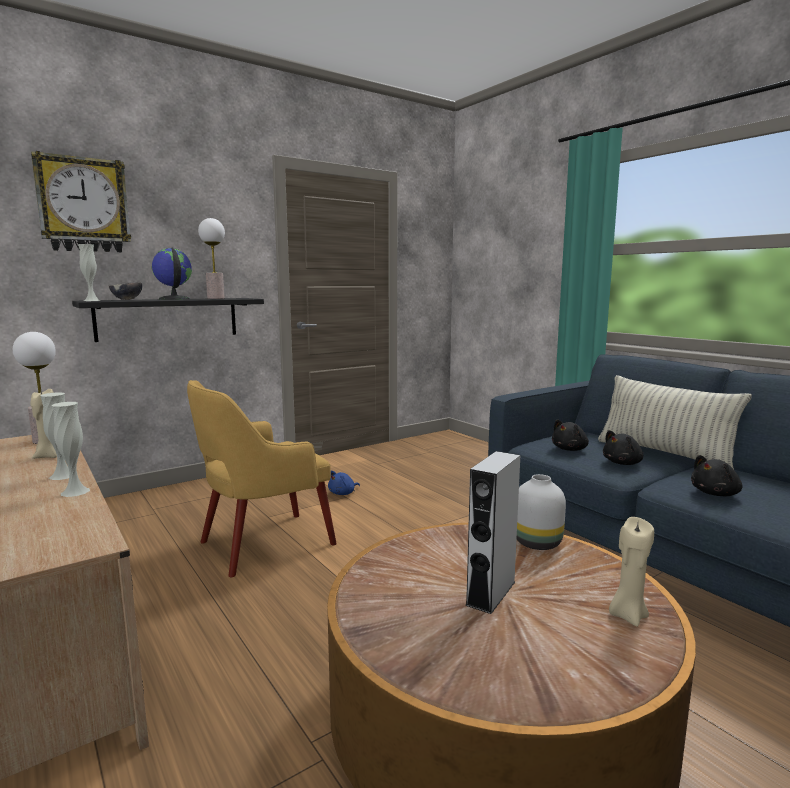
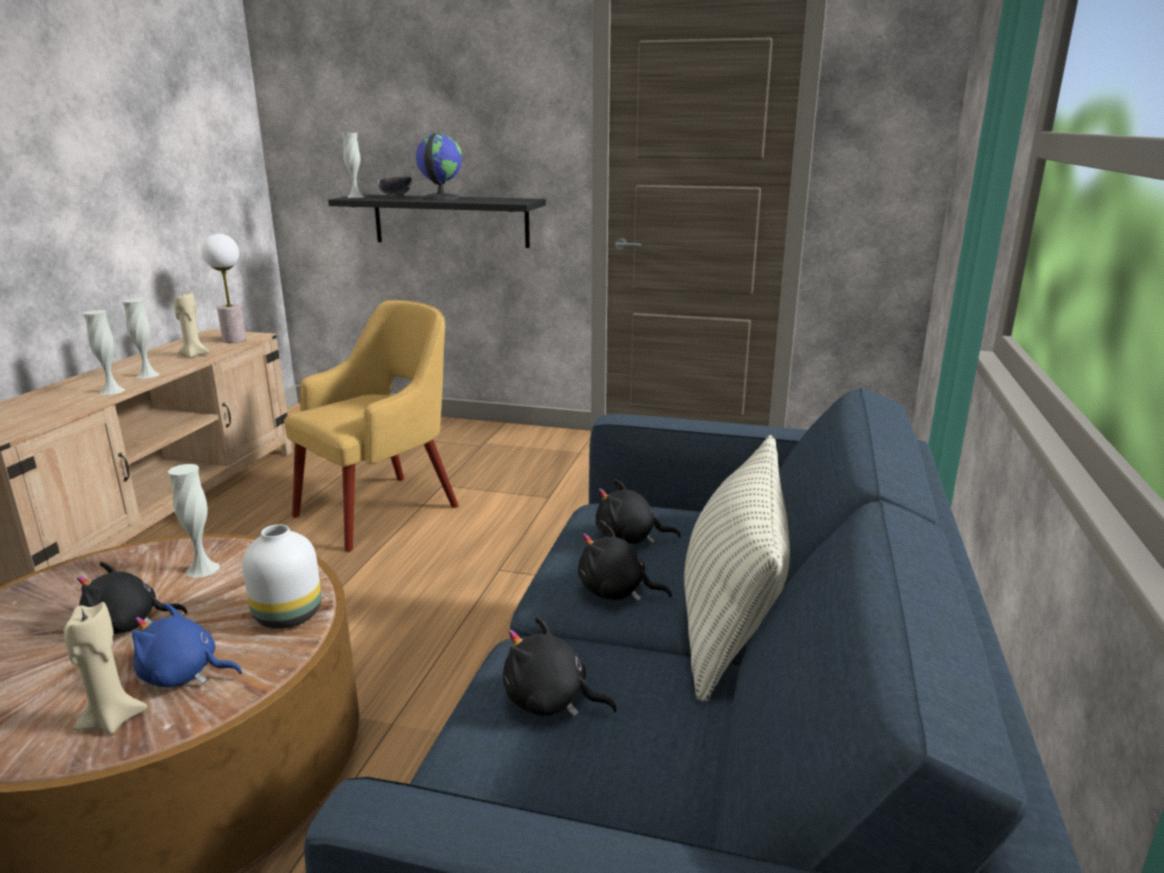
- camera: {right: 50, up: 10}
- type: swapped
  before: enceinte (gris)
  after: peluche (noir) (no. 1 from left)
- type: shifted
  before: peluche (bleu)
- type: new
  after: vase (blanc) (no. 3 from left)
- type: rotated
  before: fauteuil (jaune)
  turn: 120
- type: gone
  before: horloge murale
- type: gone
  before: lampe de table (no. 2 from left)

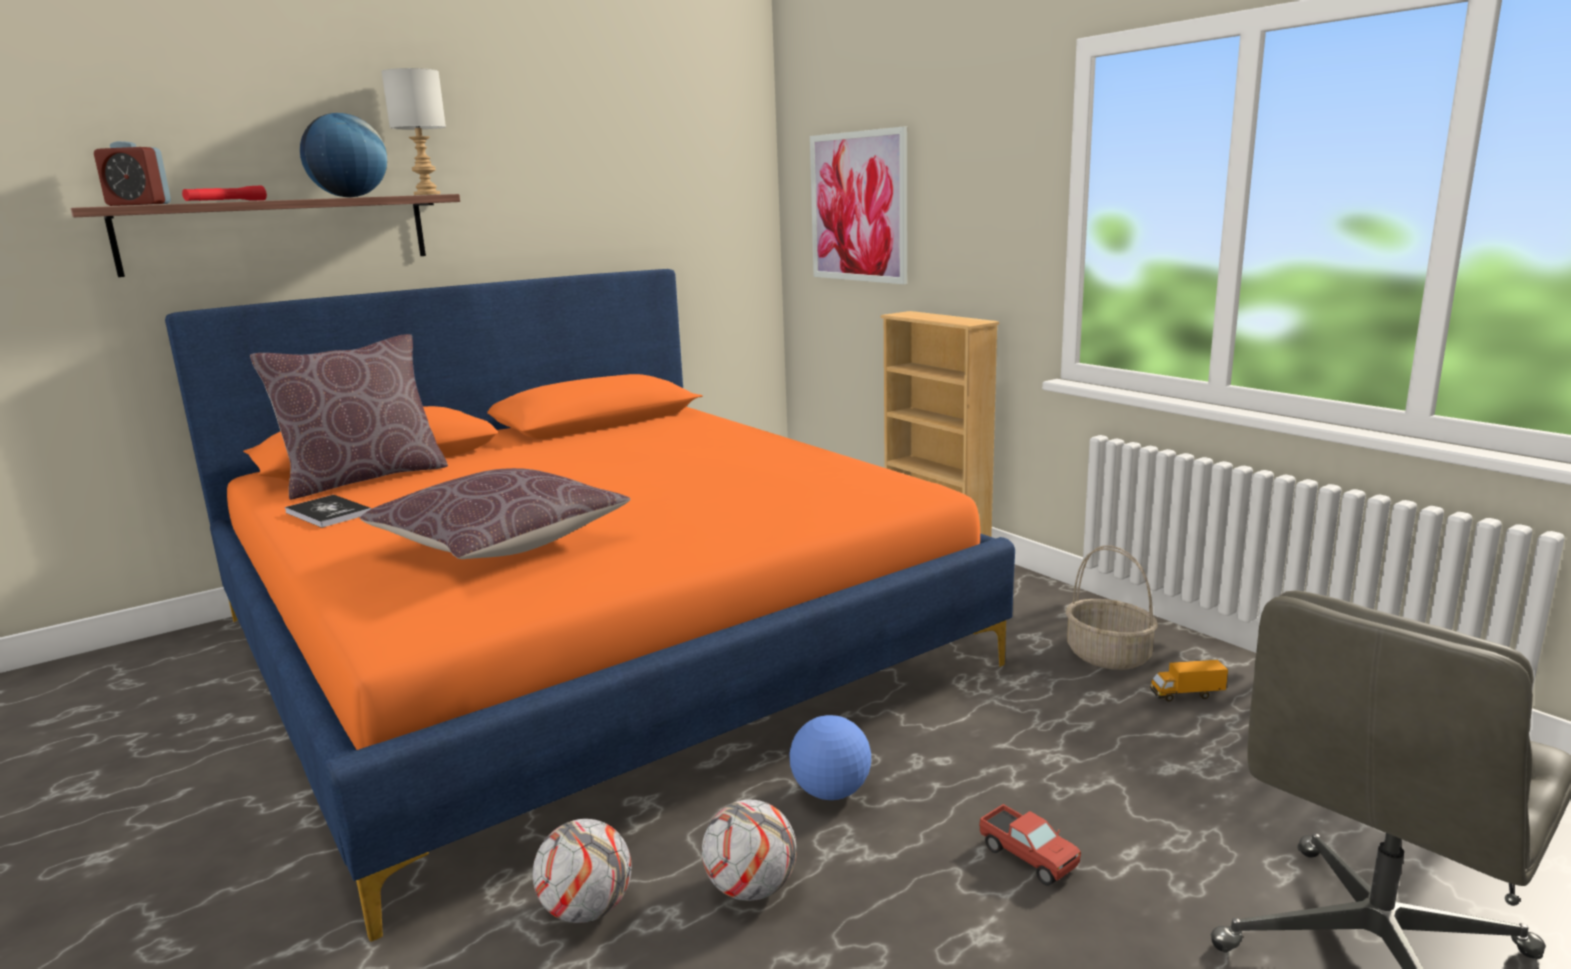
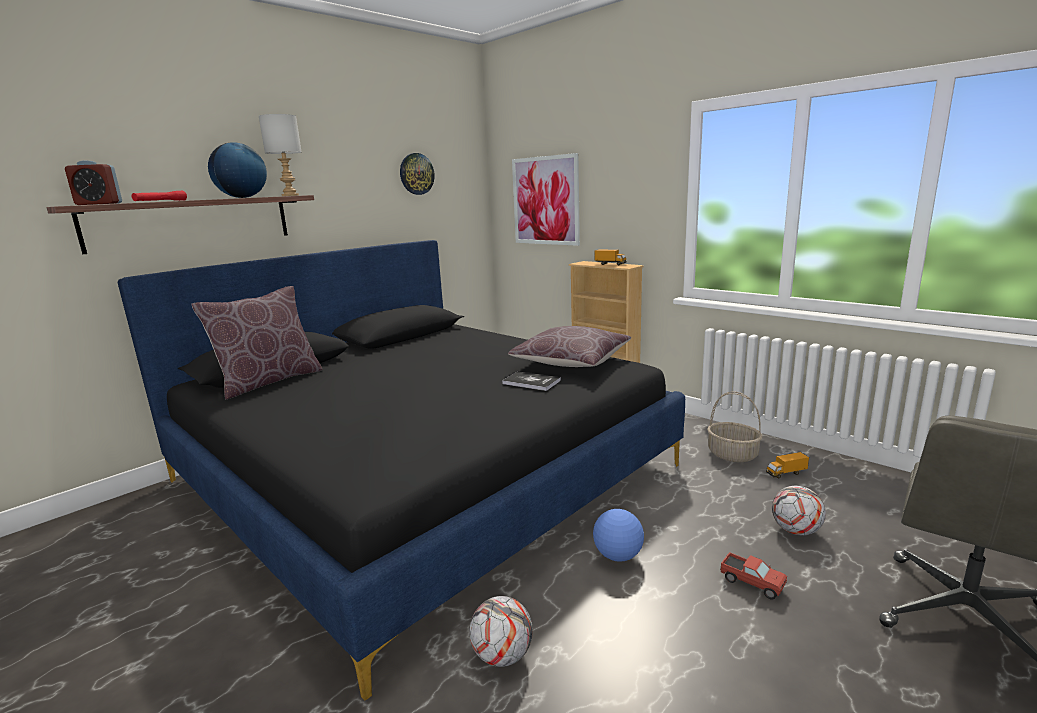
- camera: {right: -10, up: 0}
- type: repainted
  before: lit (orange)
  after: lit (noir)
- type: new
  after: horloge murale
- type: shifted
  before: livre
- type: shifted
  before: coussin (marron) (no. 2 from left)
- type: new
  after: camion jouet (no. 1 from left)
- type: shifted
  before: ballon de foot (no. 2 from left in the first image)
  after: ballon de foot (no. 3 from left)

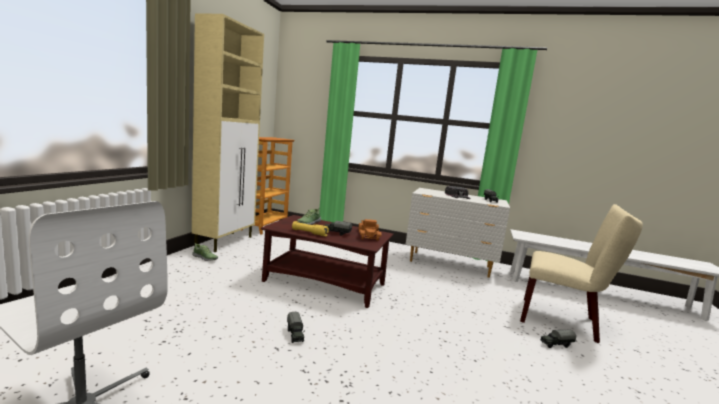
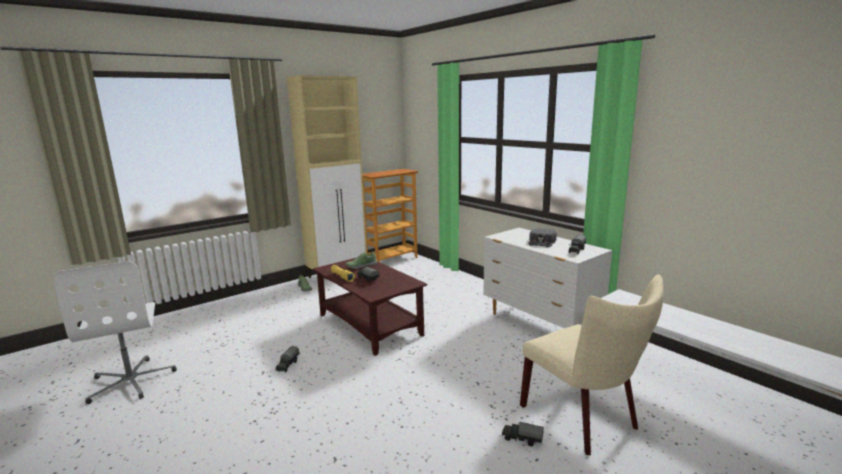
- camera: {right: 35, up: 5}
- type: gone
  before: camion jouet (no. 3 from left)

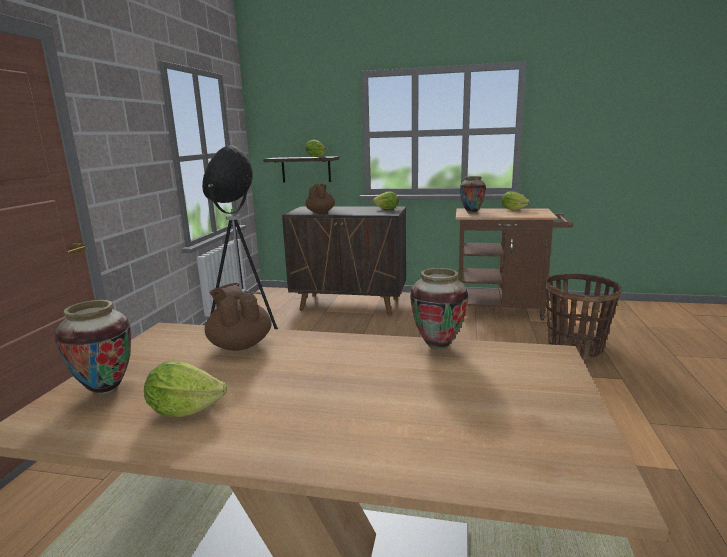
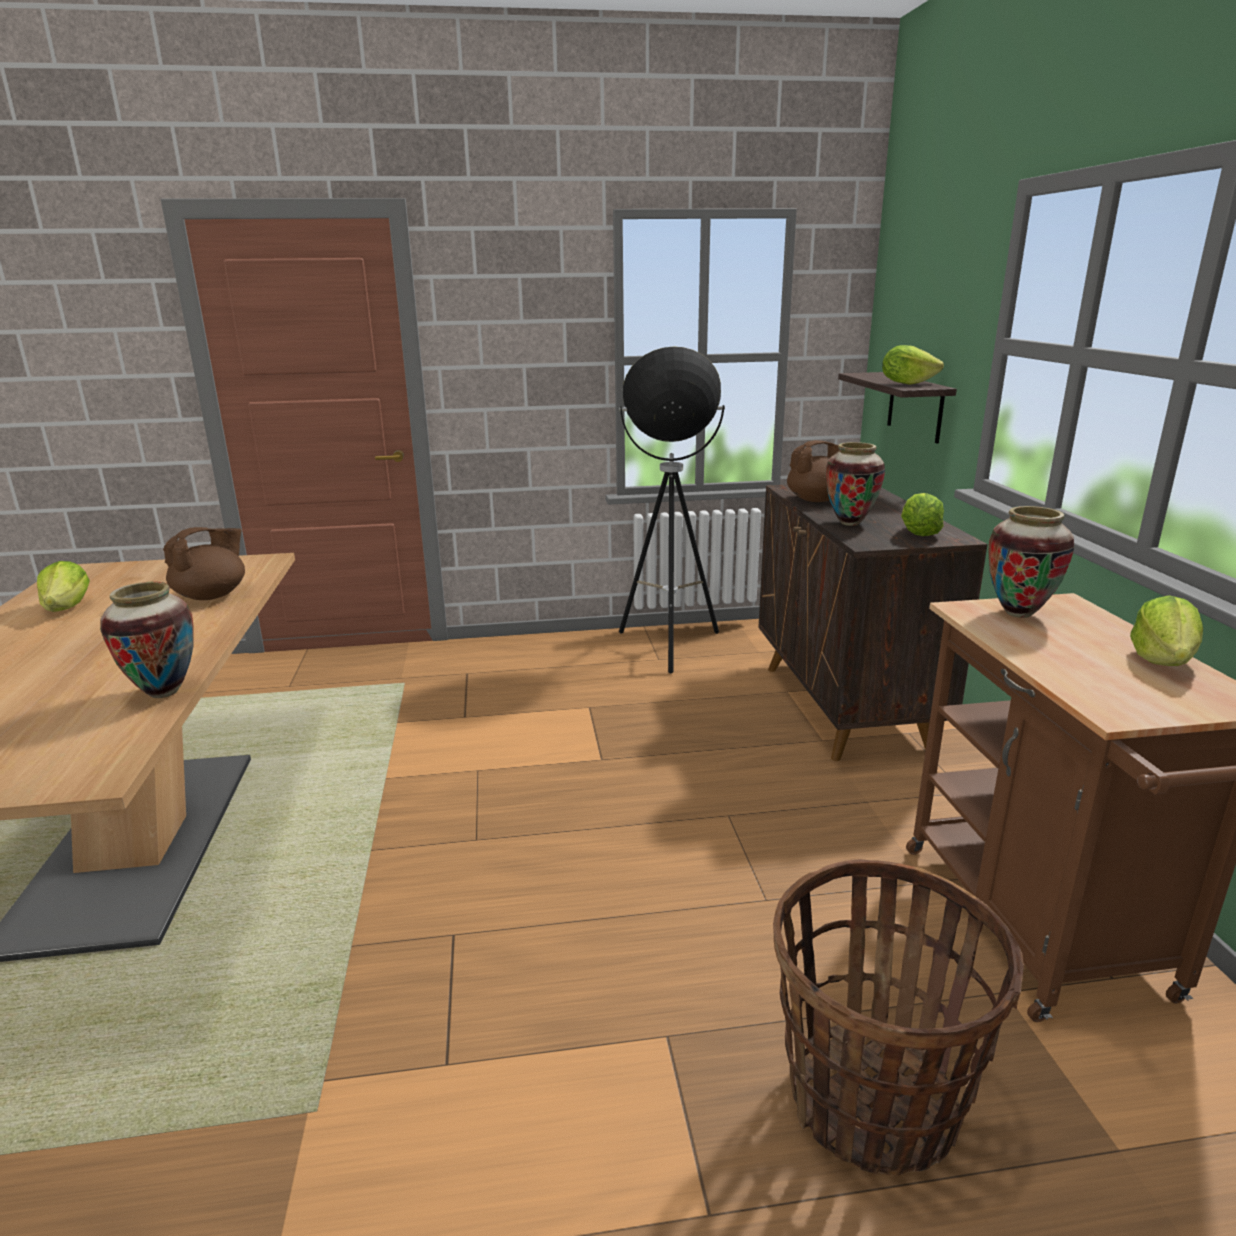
- camera: {right: 70, up: 5}
- type: shifted
  before: vase (no. 1 from left in the first image)
  after: vase (no. 2 from left)

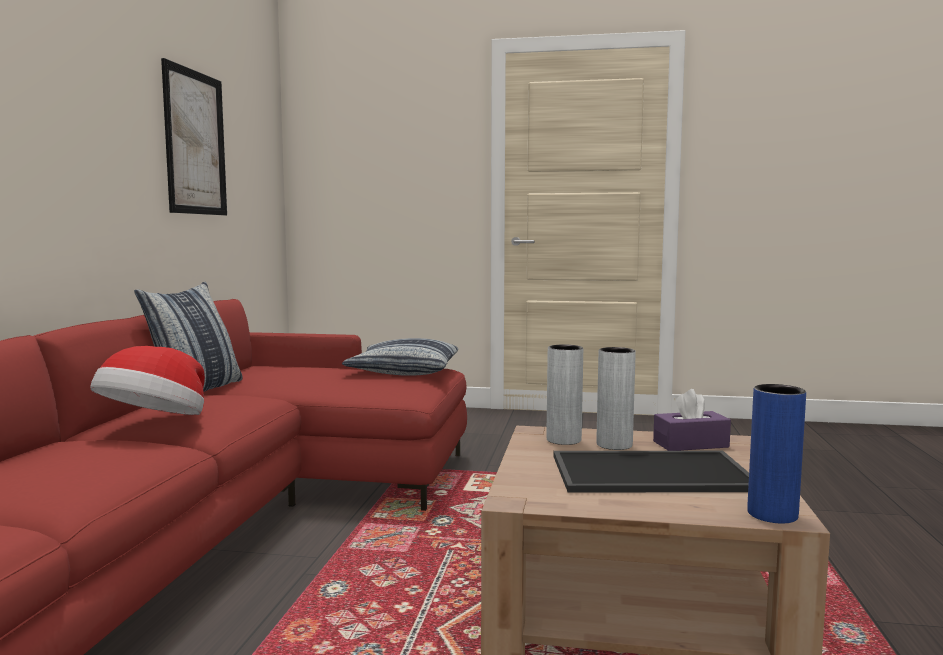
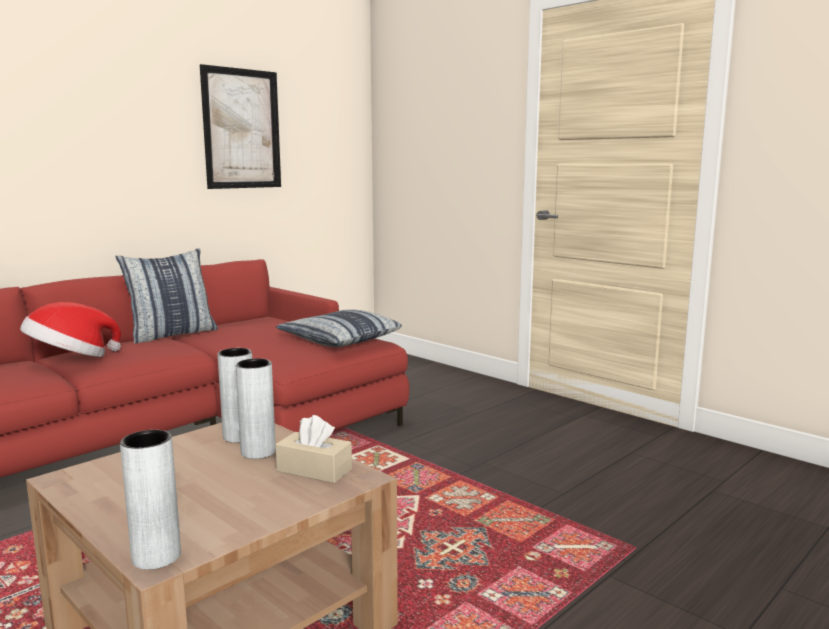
- camera: {right: 35, up: 5}
- type: repainted
  before: vase (bleu)
  after: vase (gris) (no. 1 from left)
- type: repainted
  before: boîte à mouchoirs (violet)
  after: boîte à mouchoirs (beige)
- type: gone
  before: plateau

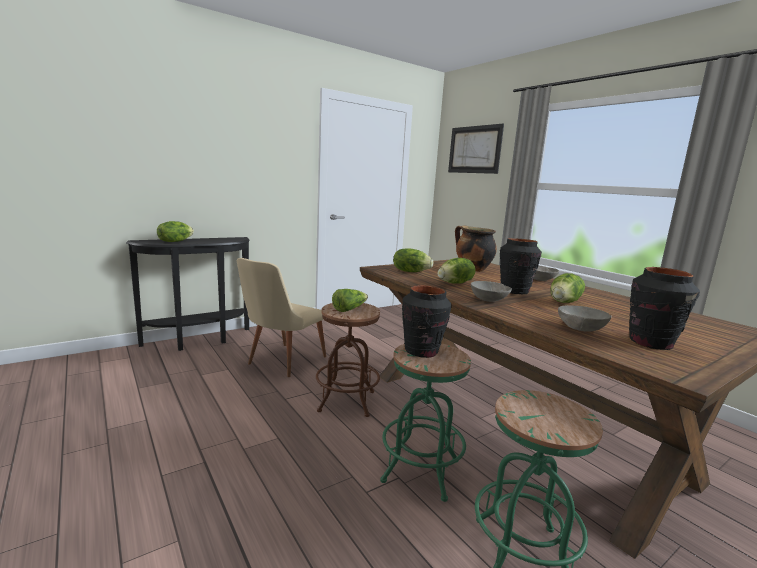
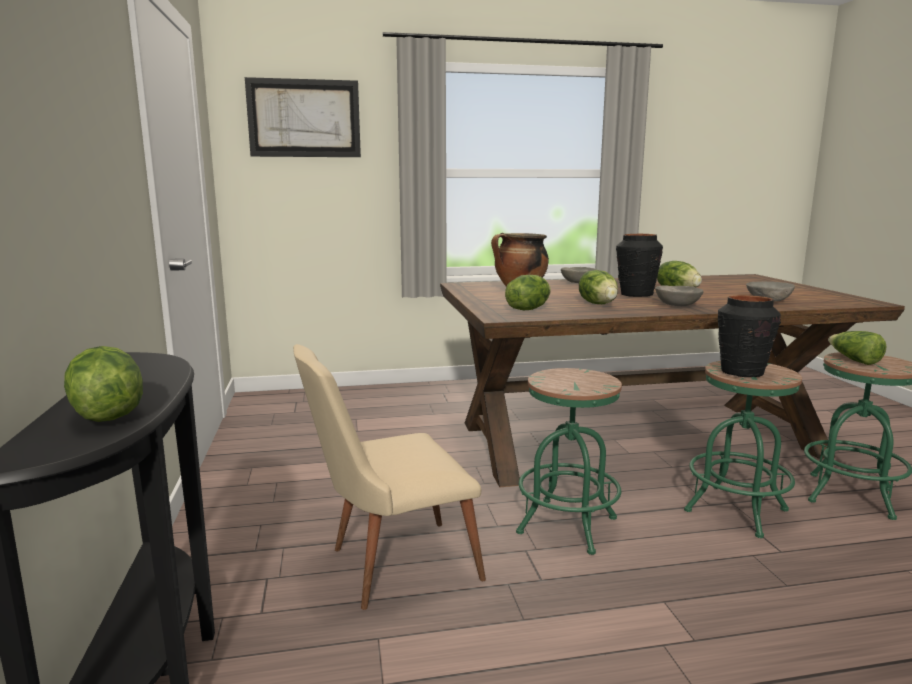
- camera: {right: -65, up: 0}
- type: rotated
  before: chaise (beige)
  turn: 105
- type: repainted
  before: tabouret (marron)
  after: tabouret (vert) (no. 1 from left)
- type: shifted
  before: laitue (no. 2 from left in the first image)
  after: laitue (no. 5 from left)
- type: gone
  before: vase (noir) (no. 3 from left)

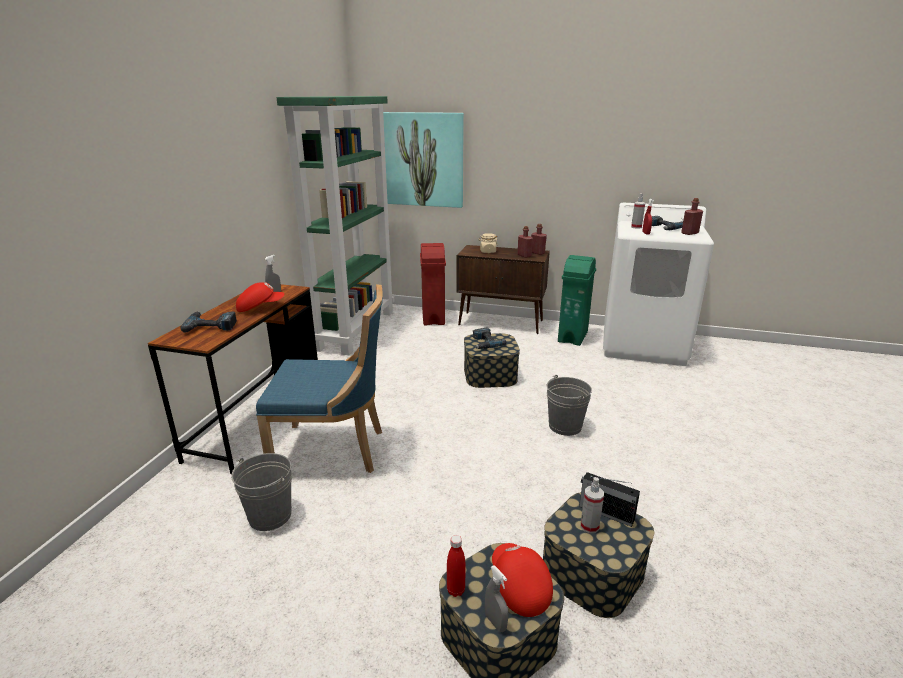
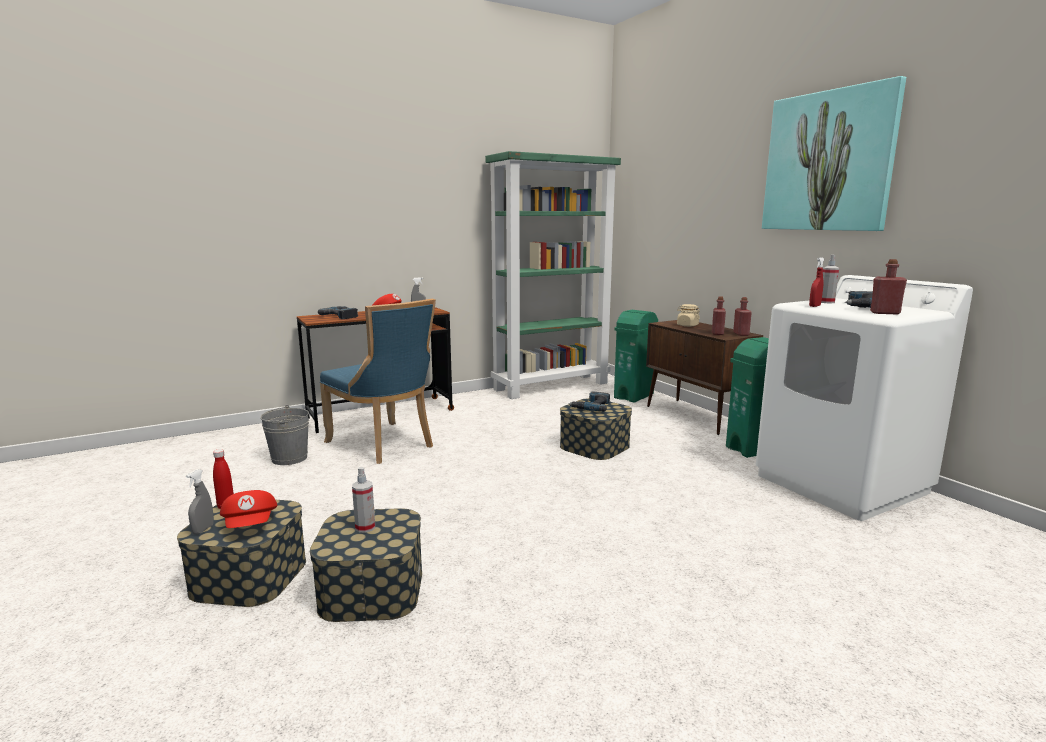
- camera: {right: 45, up: -10}
- type: rotated
  before: casquette (rouge) (no. 2 from left in the first image)
  turn: 135
- type: repainted
  before: poubelle (rouge)
  after: poubelle (vert) (no. 1 from left)
- type: shifted
  before: tableau
- type: gone
  before: seau (gris) (no. 2 from left)
- type: gone
  before: radio

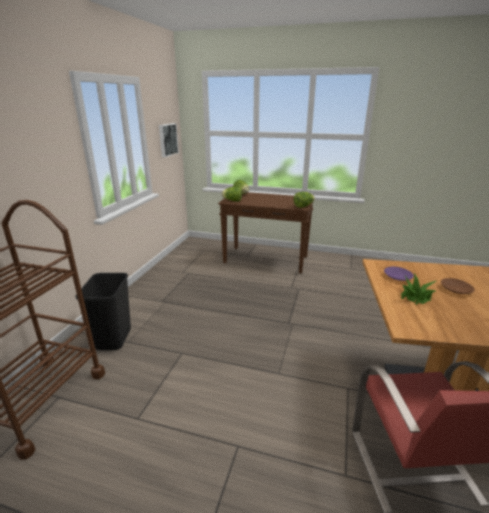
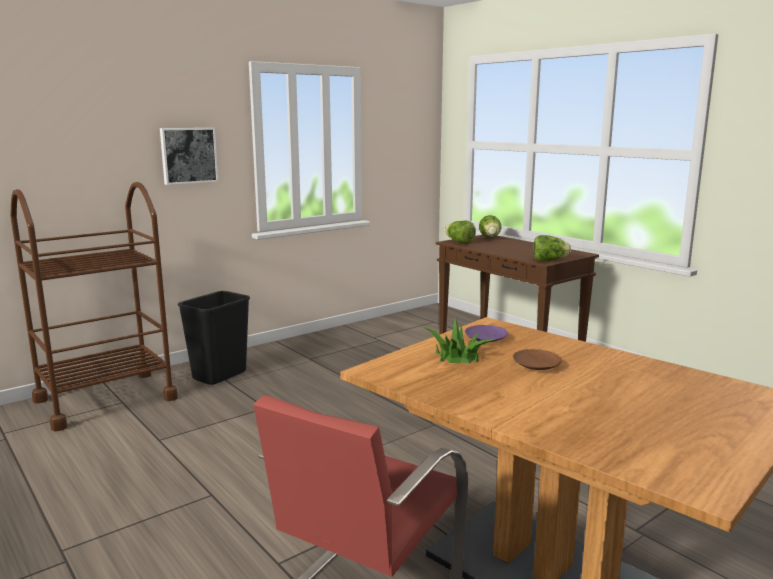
- camera: {right: 35, up: -10}
- type: shifted
  before: tableau

